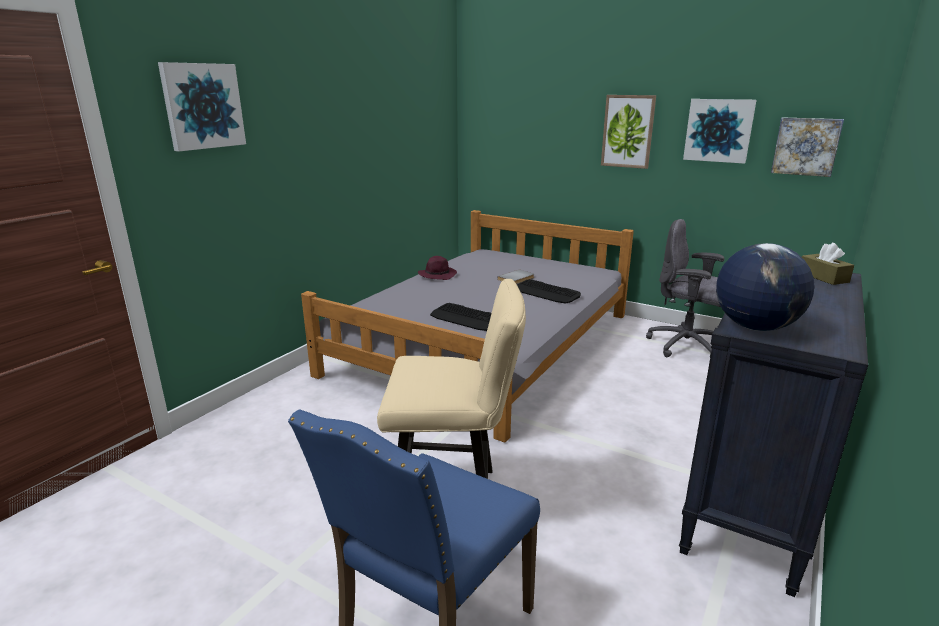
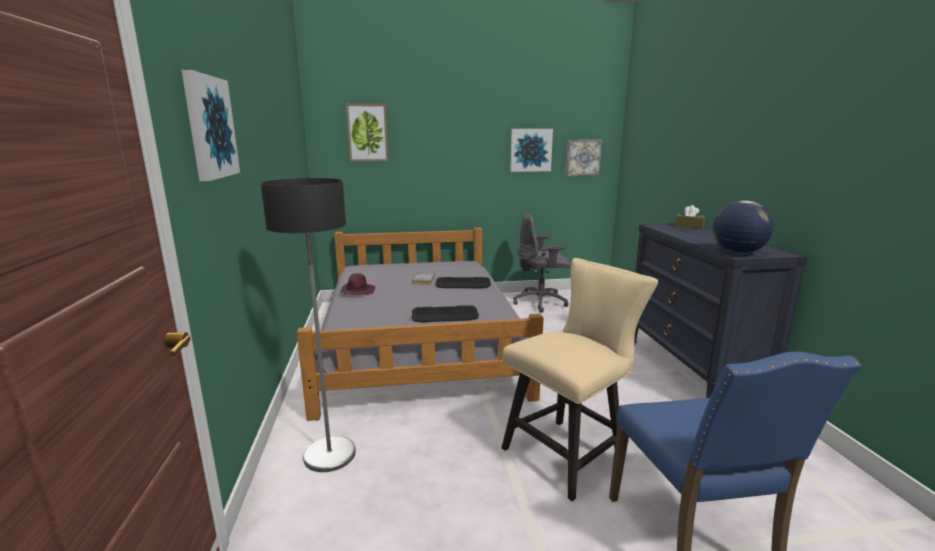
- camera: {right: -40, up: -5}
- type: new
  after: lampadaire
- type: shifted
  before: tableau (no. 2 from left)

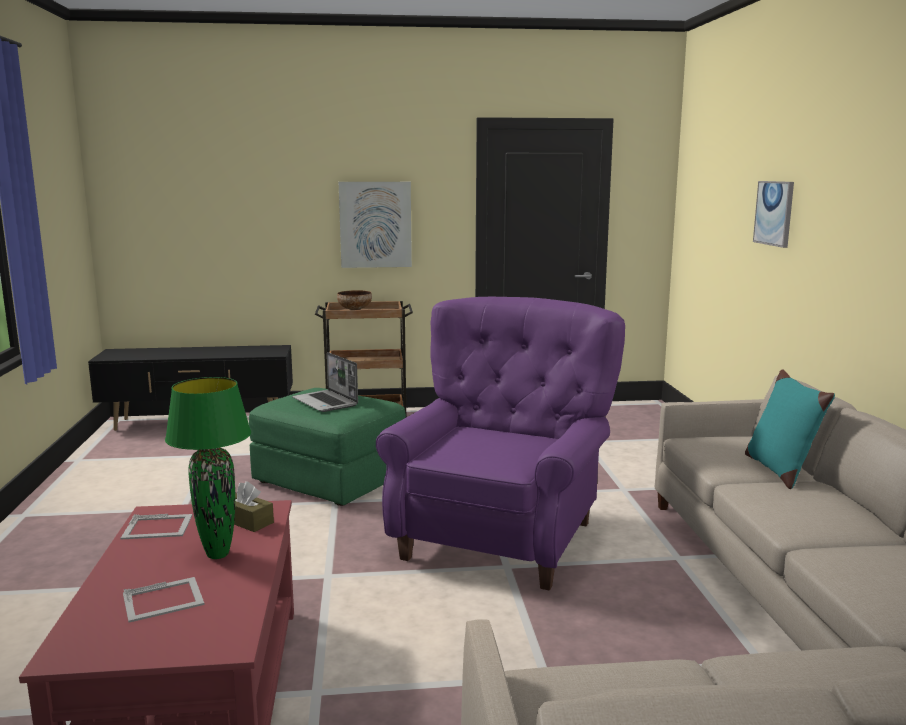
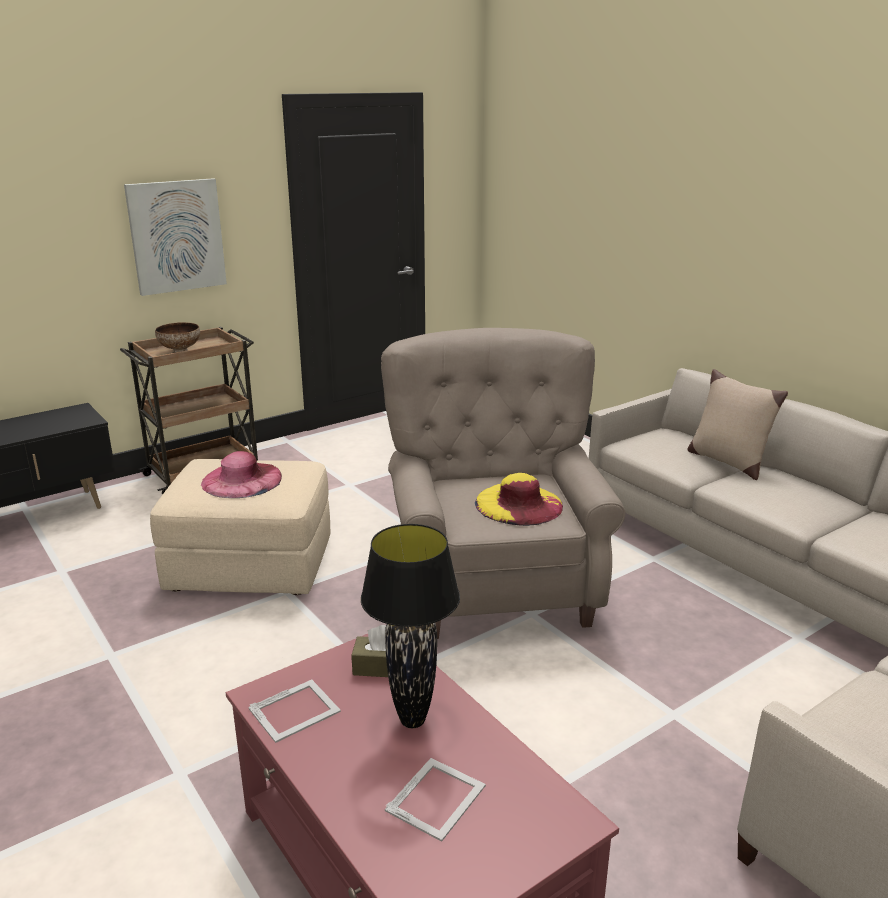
- camera: {right: -30, up: 10}
- type: repainted
  before: pouf (vert)
  after: pouf (beige)
- type: swapped
  before: ordinateur portable
  after: chapeau (rose)
- type: repainted
  before: lampe de table (vert)
  after: lampe de table (noir)
- type: repainted
  before: fauteuil (violet)
  after: fauteuil (beige)
- type: new
  after: chapeau (jaune)
- type: repainted
  before: coussin (turquoise)
  after: coussin (beige)
- type: gone
  before: tableau (no. 2 from left)

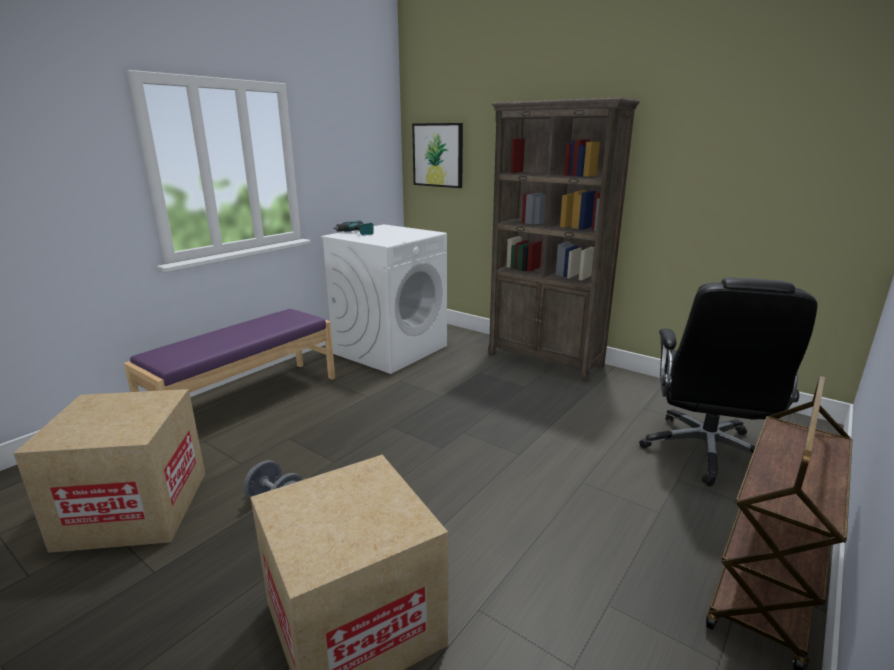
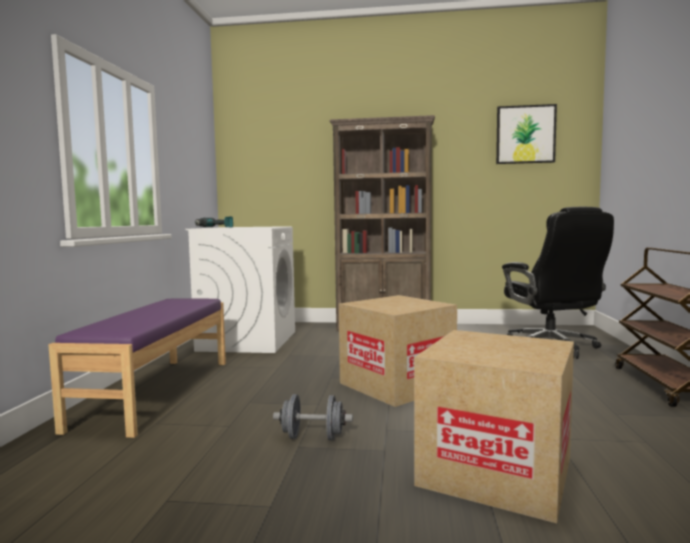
- camera: {right: -30, up: -15}
- type: shifted
  before: carton (no. 1 from left)
- type: shifted
  before: tableau

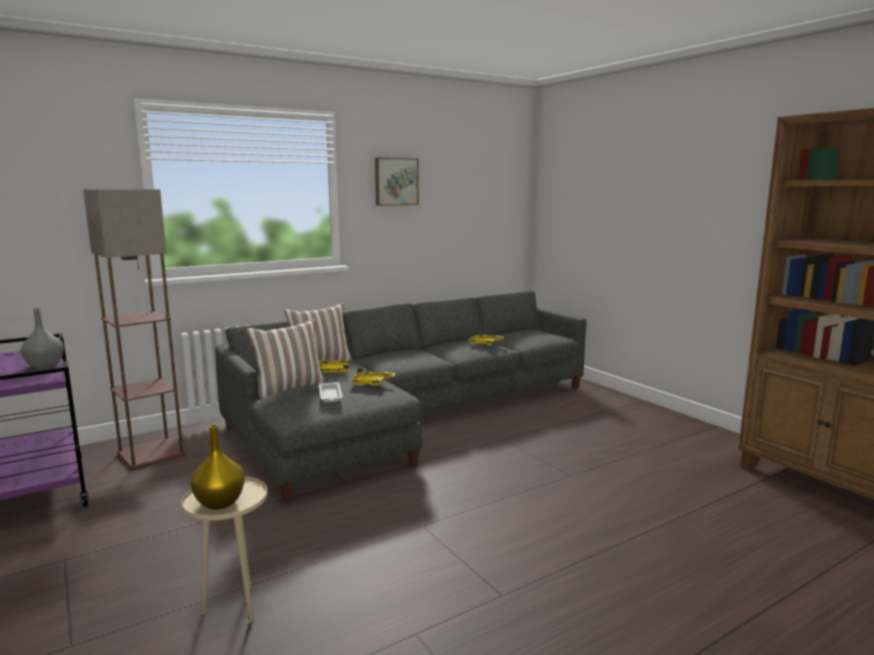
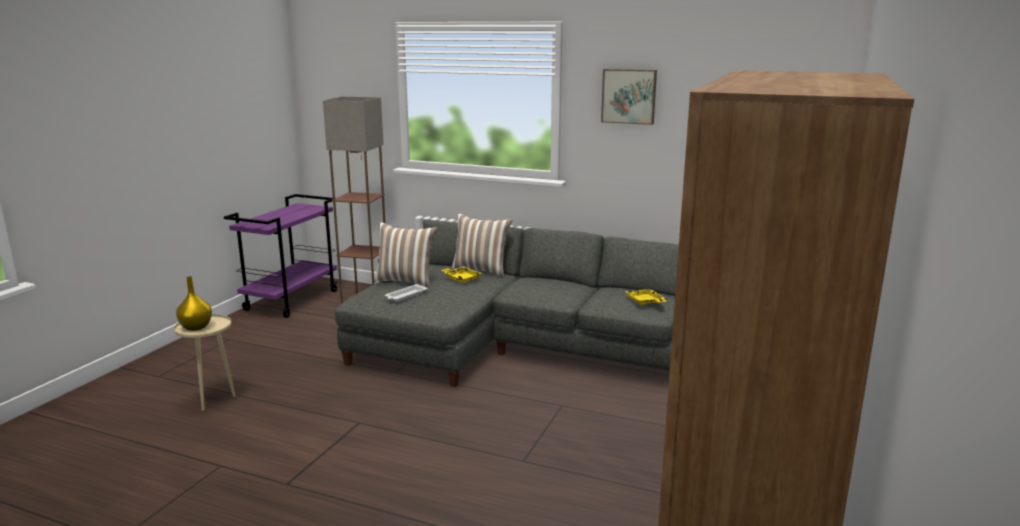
- camera: {right: 55, up: 5}
- type: gone
  before: vase (gris)
- type: gone
  before: plateau (jaune) (no. 2 from left)

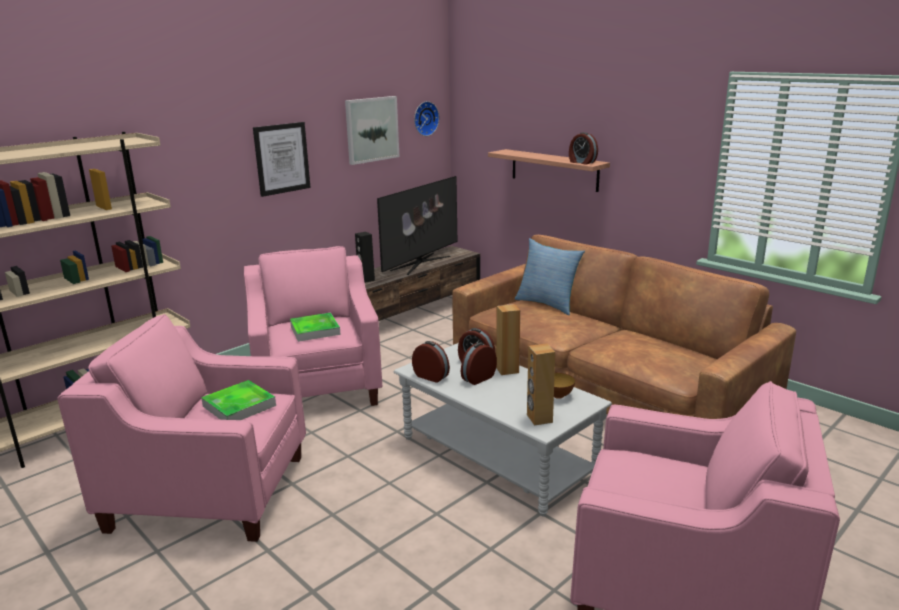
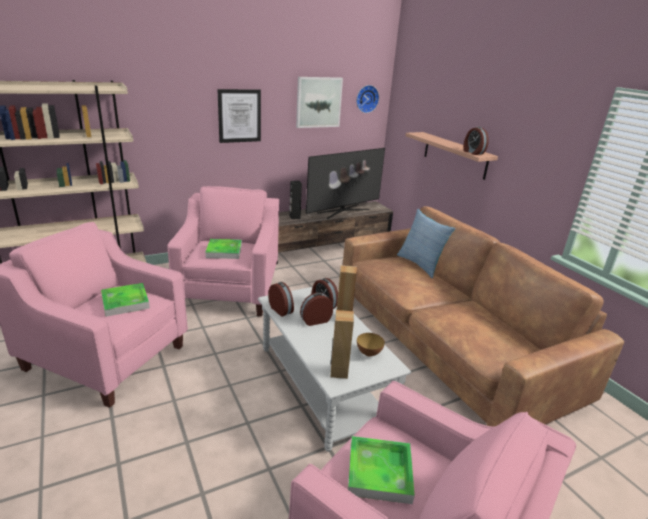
- camera: {right: 15, up: 5}
- type: new
  after: plateau (no. 3 from left)

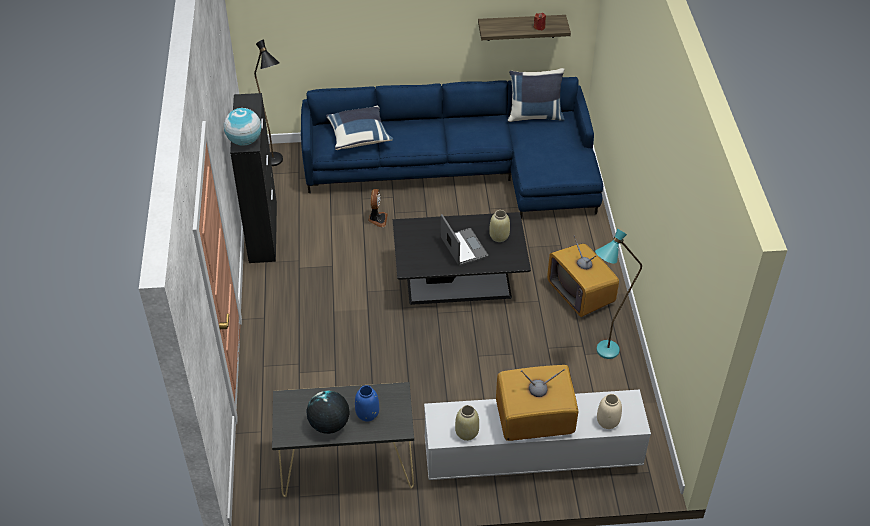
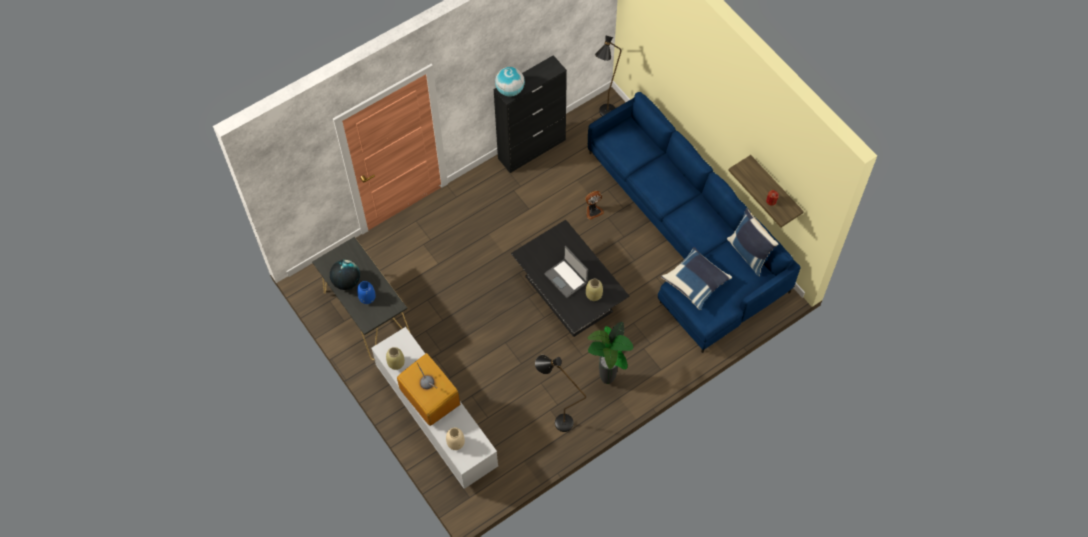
- camera: {right: 60, up: 15}
- type: repainted
  before: lampadaire (turquoise)
  after: lampadaire (noir) (no. 1 from left)
- type: rotated
  before: ordinateur portable
  turn: 105
- type: swapped
  before: téléviseur (no. 2 from left)
  after: plante en pot
- type: shifted
  before: coussin (bleu) (no. 1 from left)

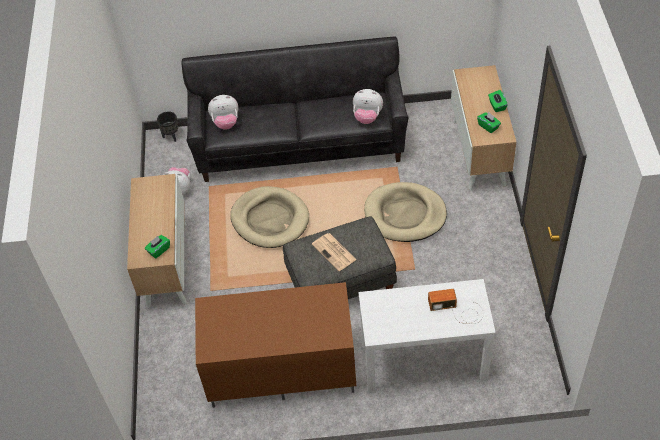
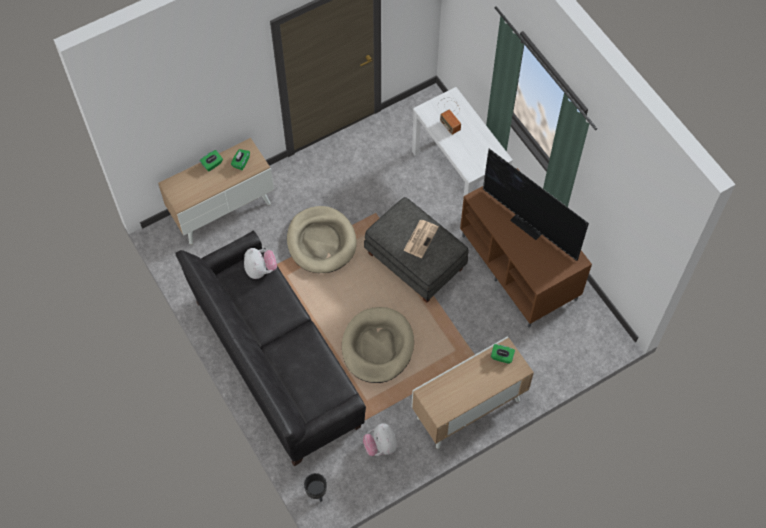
- camera: {right: -120, up: 10}
- type: new
  after: téléviseur
- type: gone
  before: peluche (no. 2 from left)

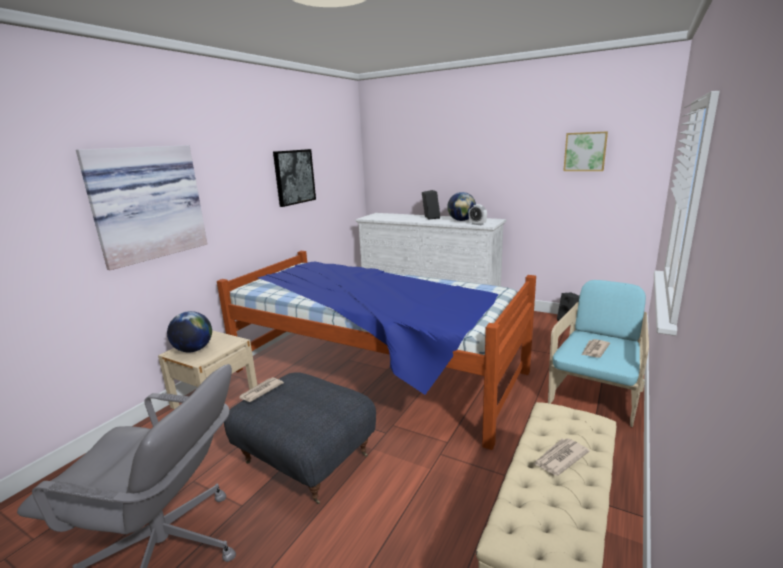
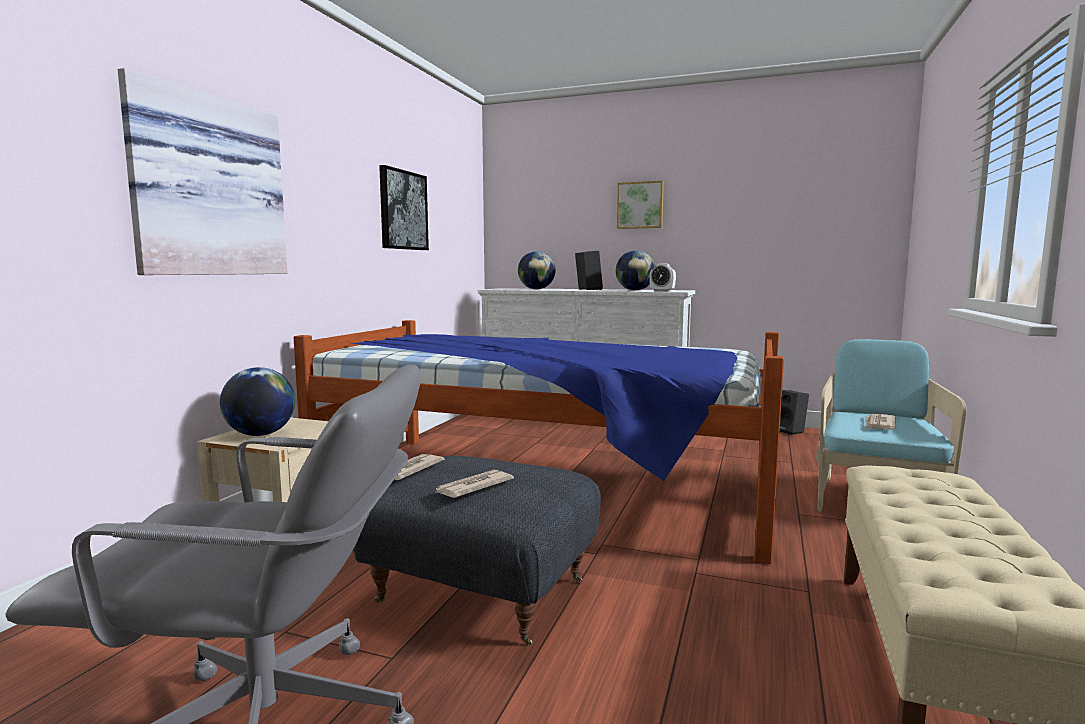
- camera: {right: -10, up: -10}
- type: shifted
  before: journal (no. 2 from left)
- type: new
  after: globe (no. 2 from left)
- type: shifted
  before: tableau (no. 3 from left)

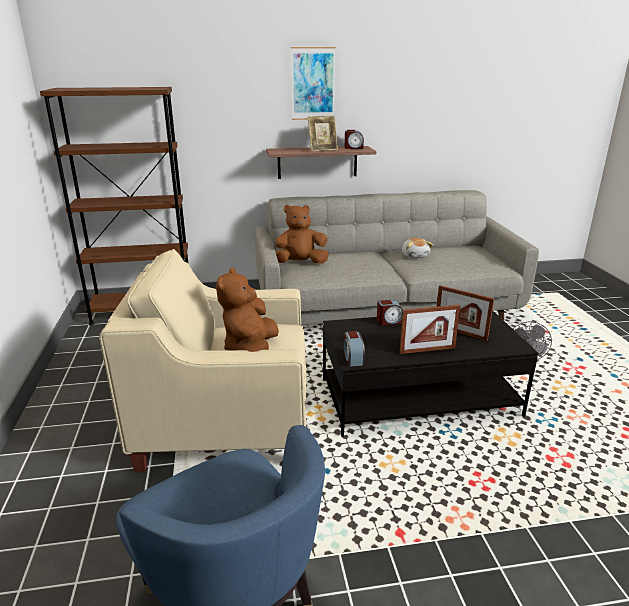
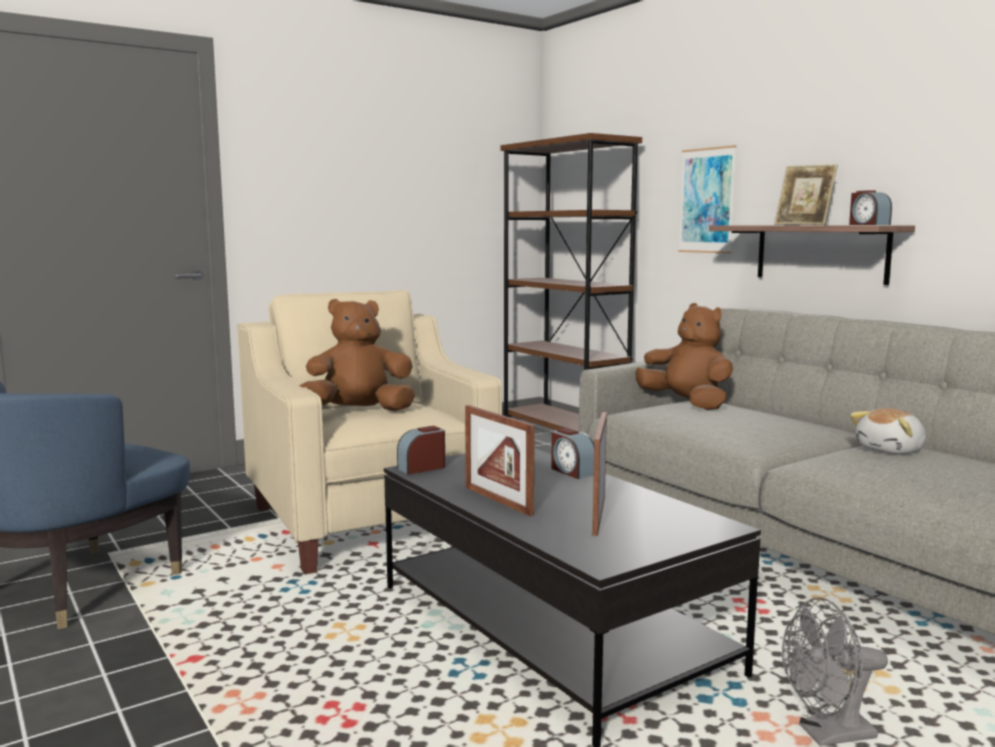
- camera: {right: 65, up: -15}
- type: shifted
  before: tableau

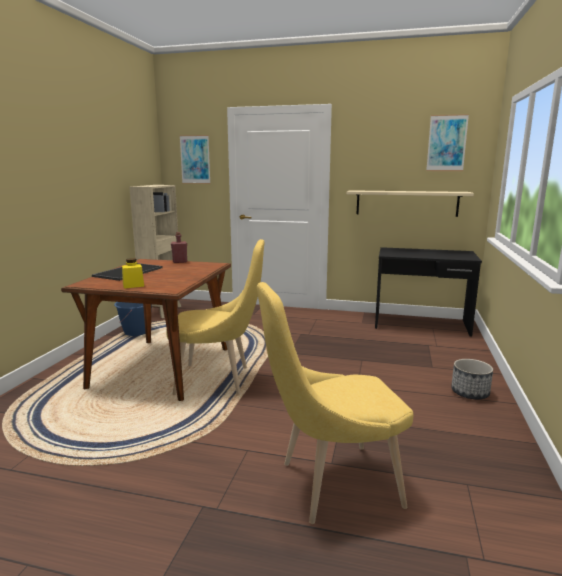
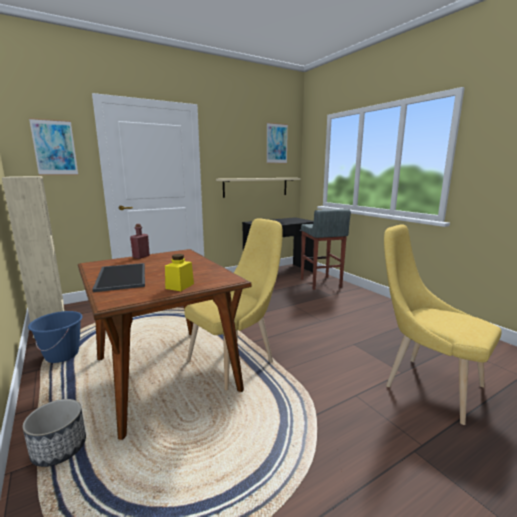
- camera: {right: -45, up: 0}
- type: shifted
  before: cache-pot
- type: new
  after: tabouret (gris)
- type: rotated
  before: chaise (jaune) (no. 2 from left)
  turn: 105

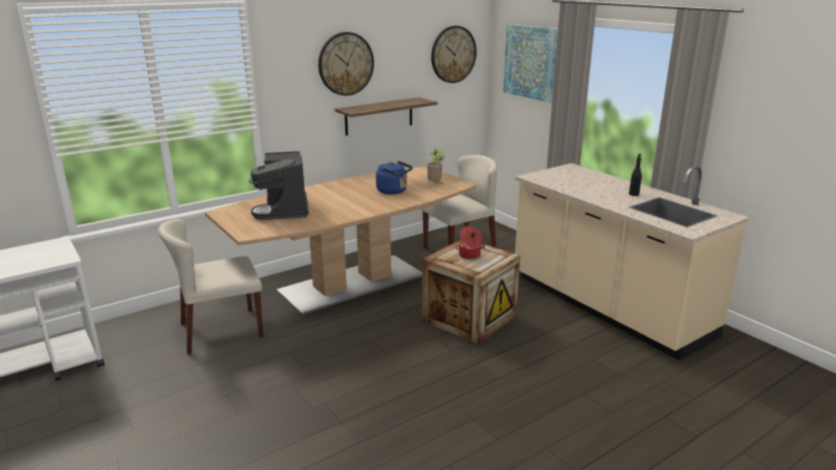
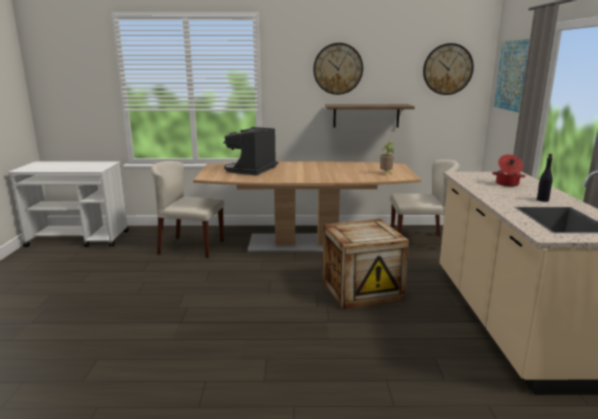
- camera: {right: 35, up: -5}
- type: shifted
  before: marmite
- type: gone
  before: bouilloire (bleu)

